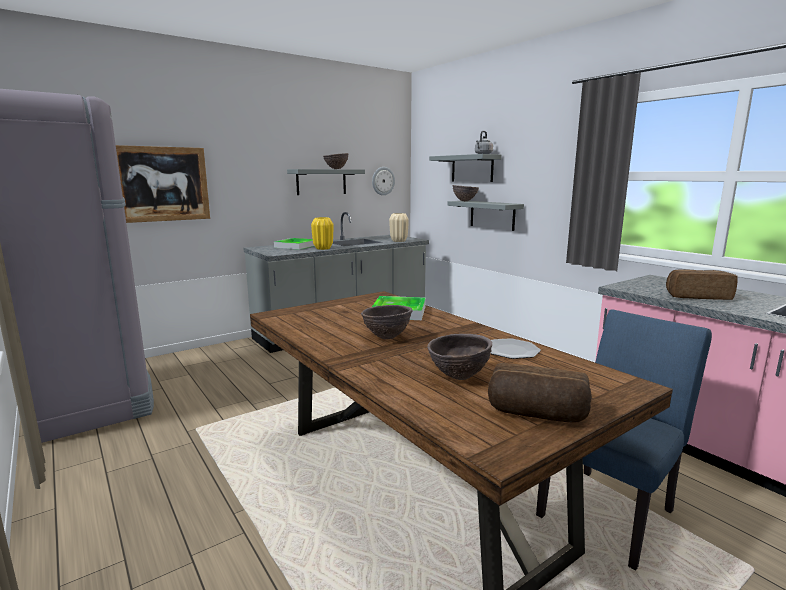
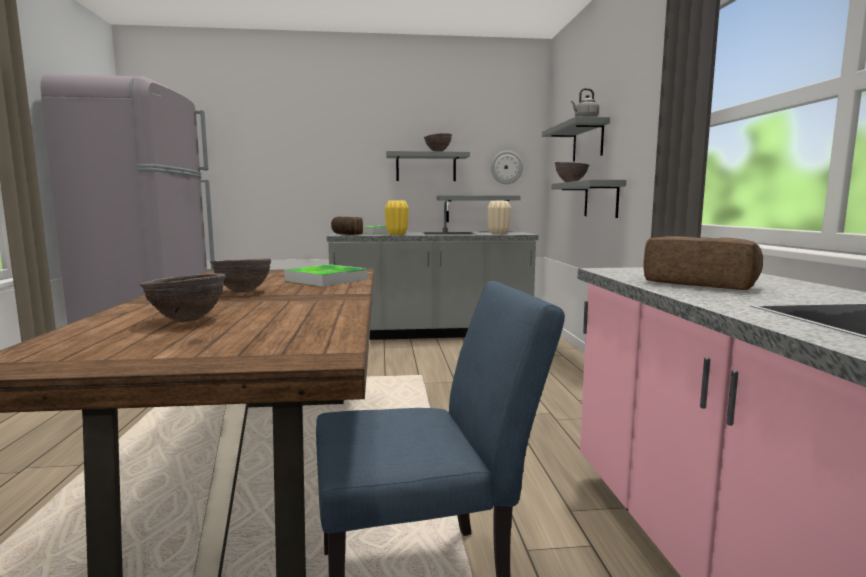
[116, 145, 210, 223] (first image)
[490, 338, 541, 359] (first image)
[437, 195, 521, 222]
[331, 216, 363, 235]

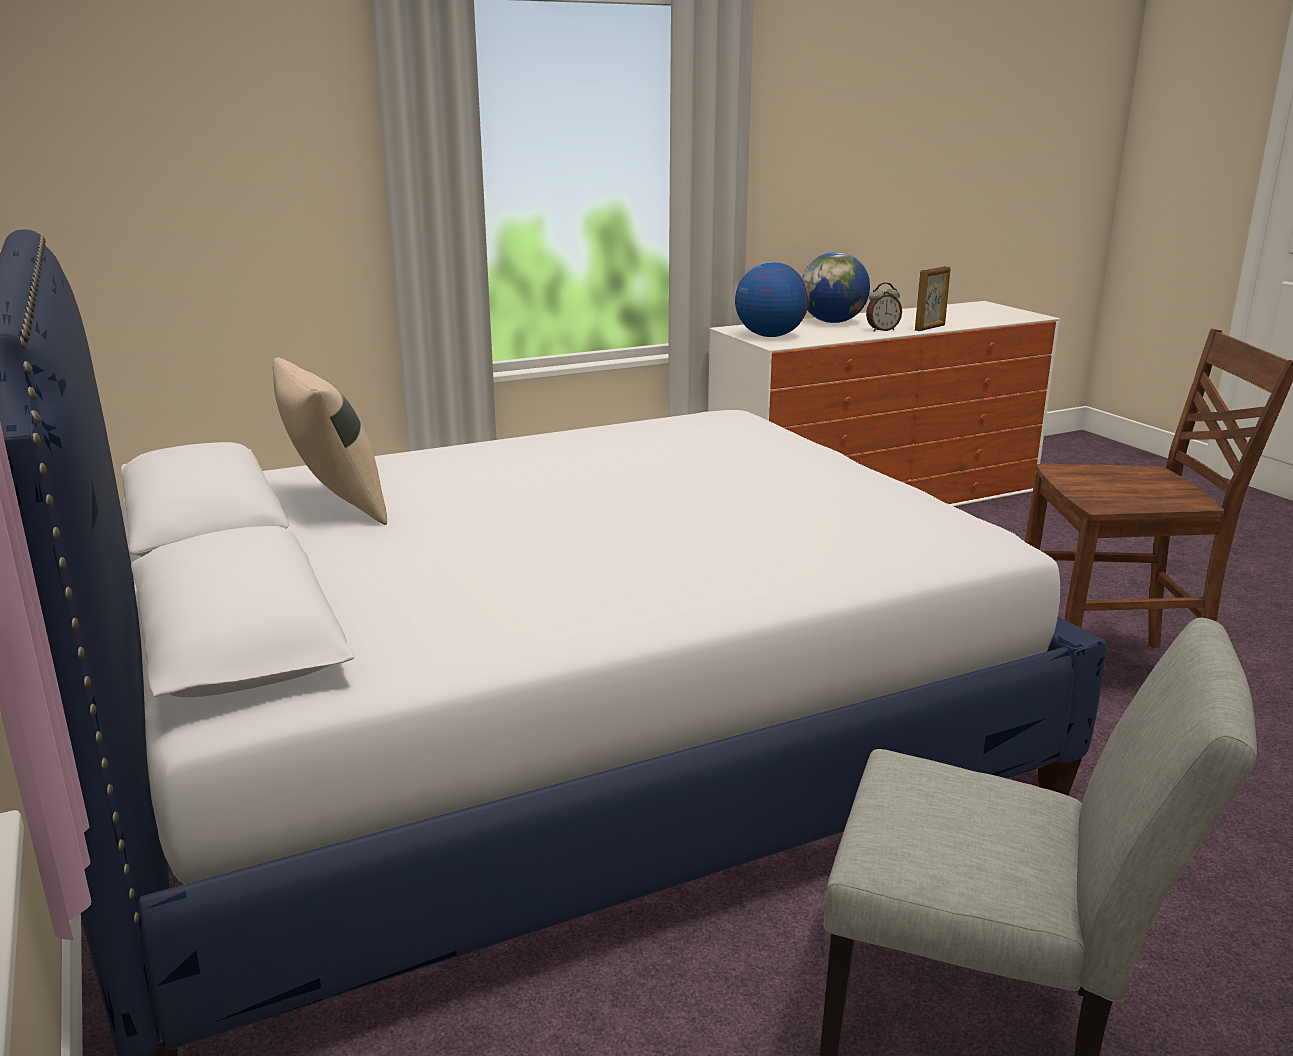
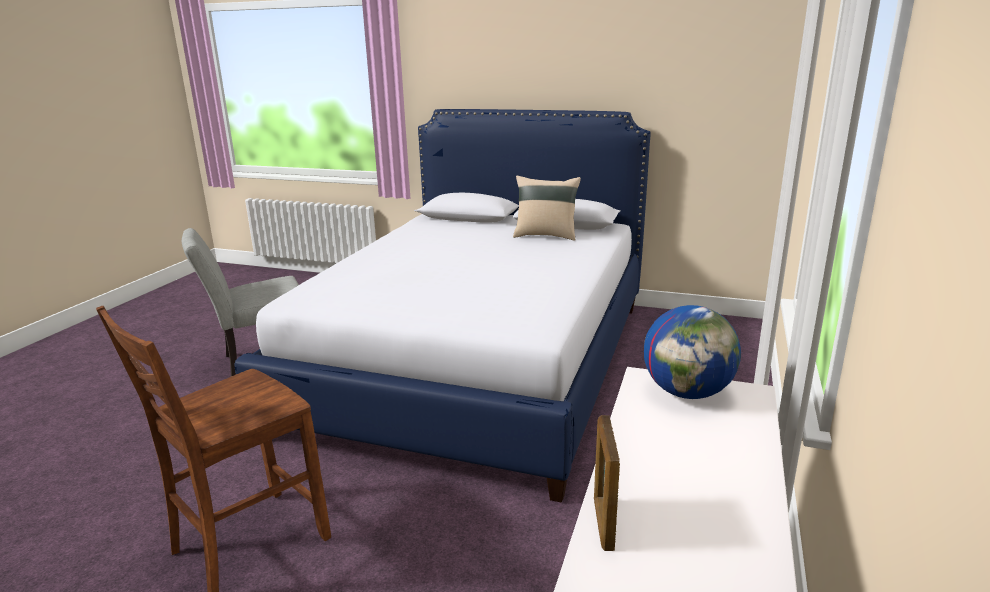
[802, 252, 870, 323] (first image)
[866, 282, 902, 332] (first image)

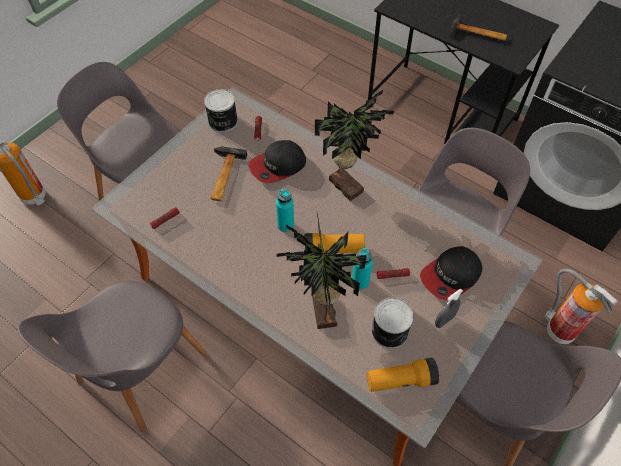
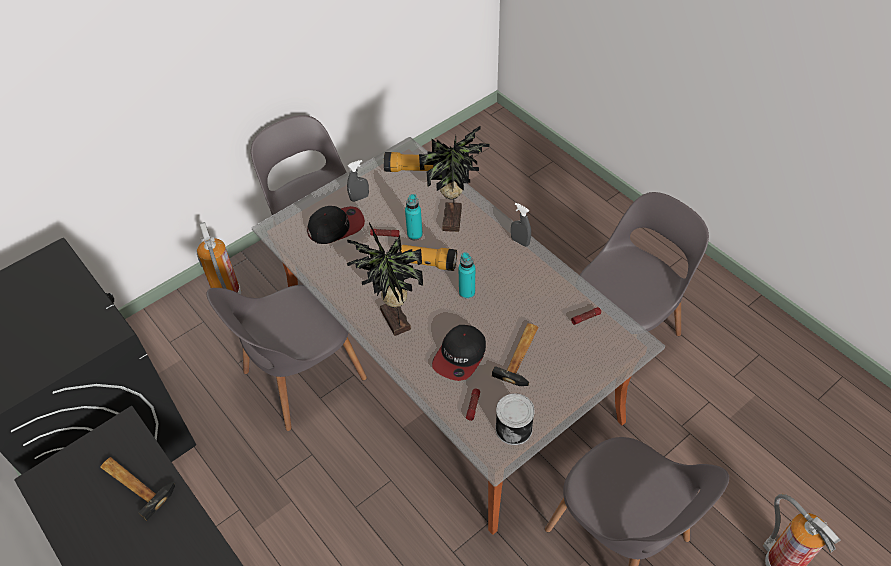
[371, 297, 414, 348] (first image)
[511, 203, 531, 247]
[432, 325, 486, 381]

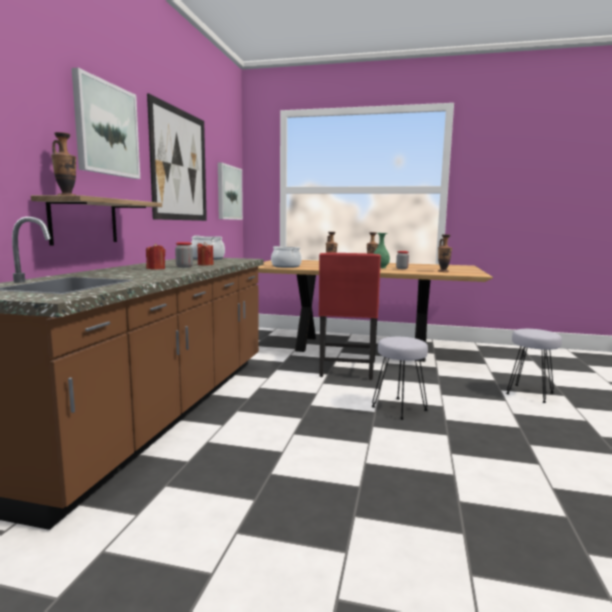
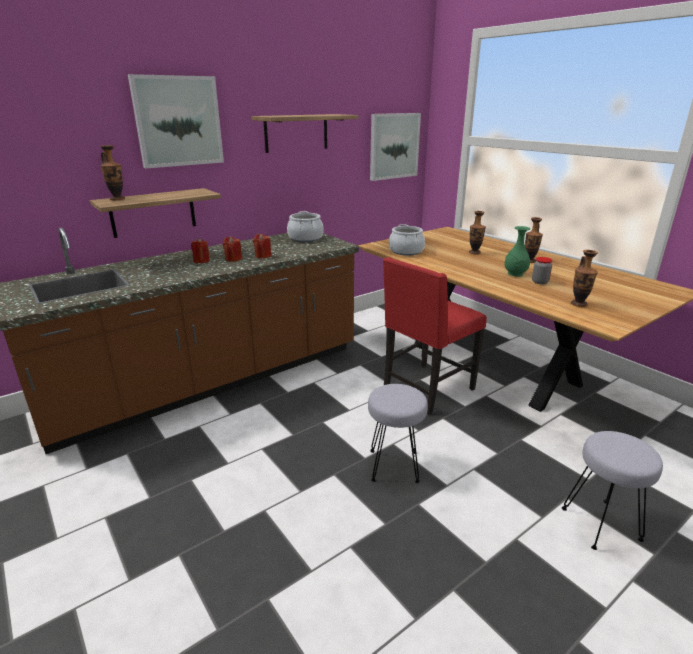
[251, 114, 358, 153]
[223, 236, 242, 262]

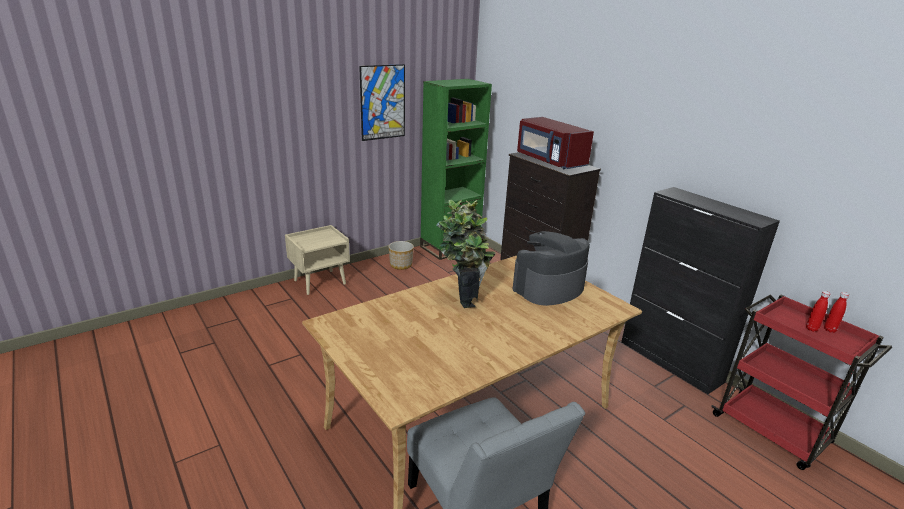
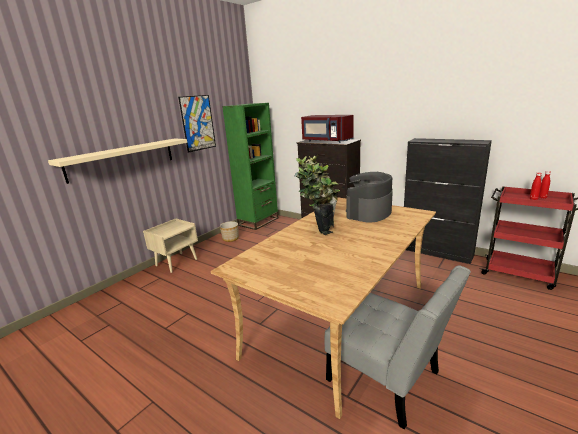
[48, 138, 187, 184]

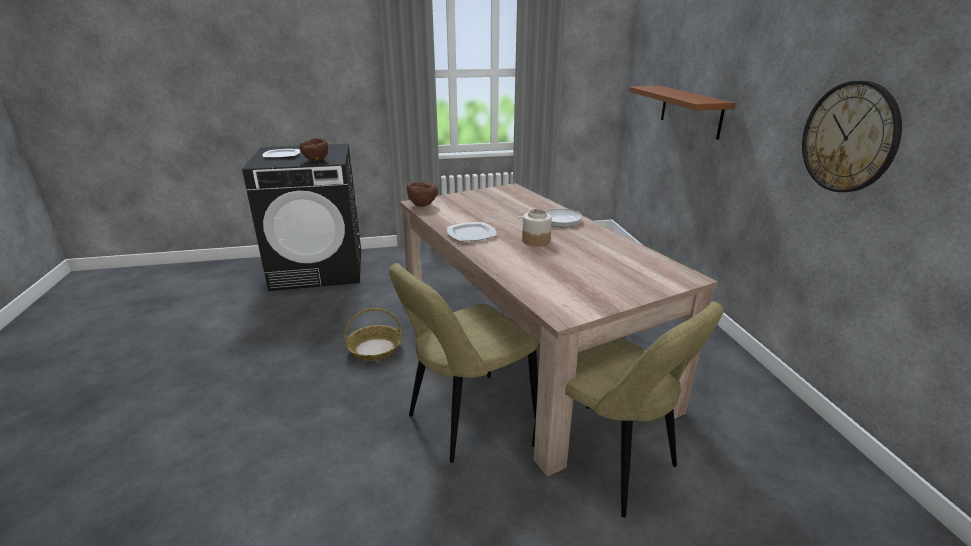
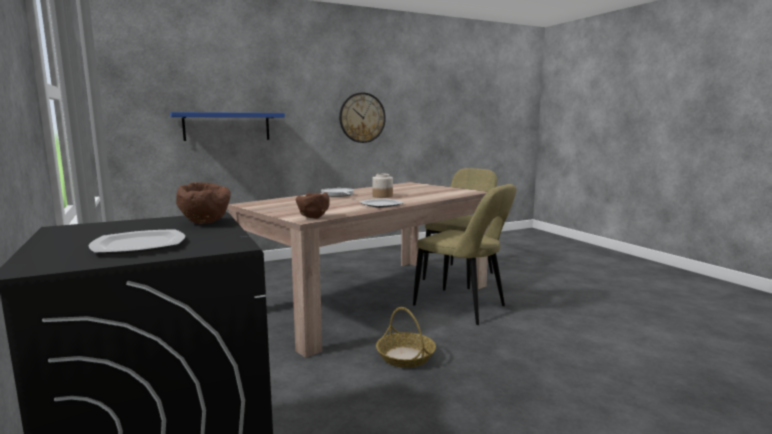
[170, 112, 285, 141]

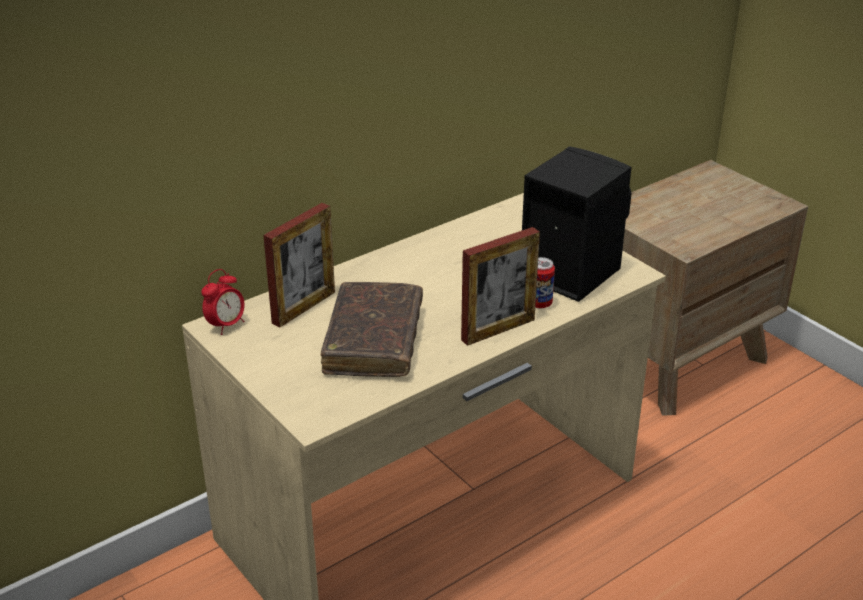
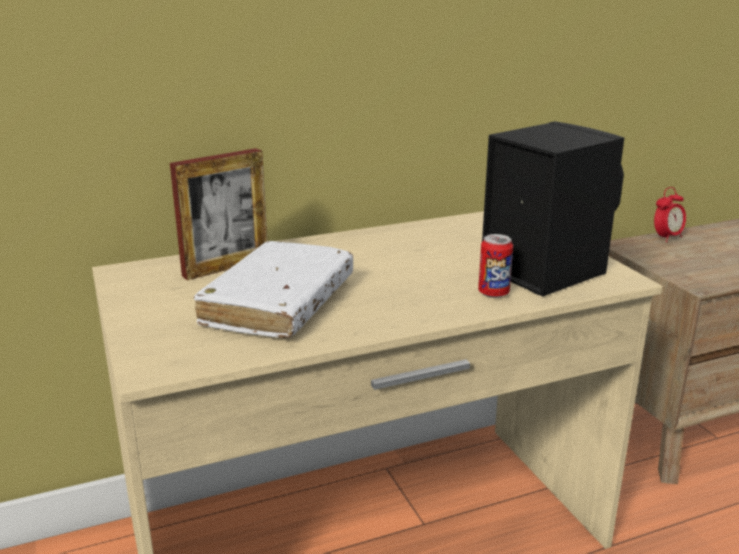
[461, 227, 540, 346] (first image)
[654, 187, 686, 242]
[193, 241, 353, 338]

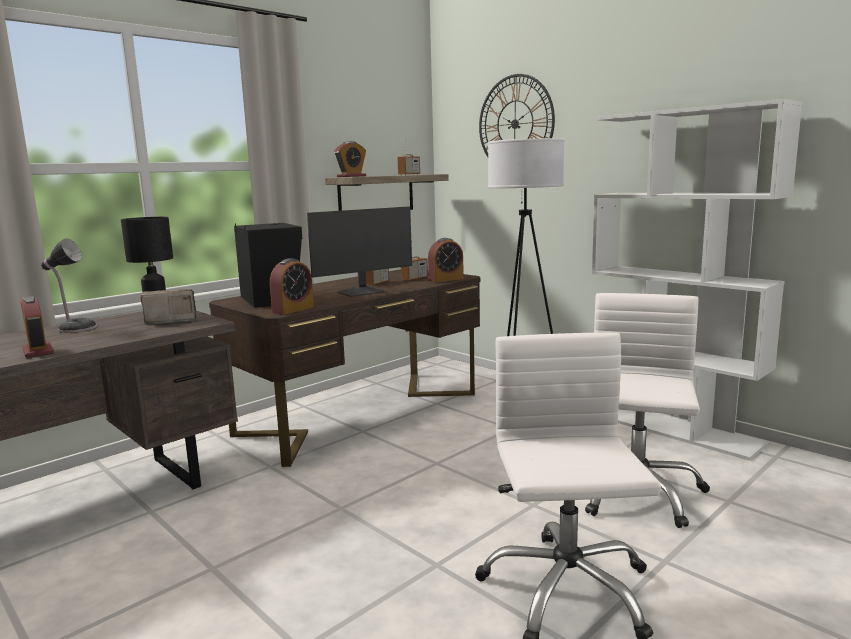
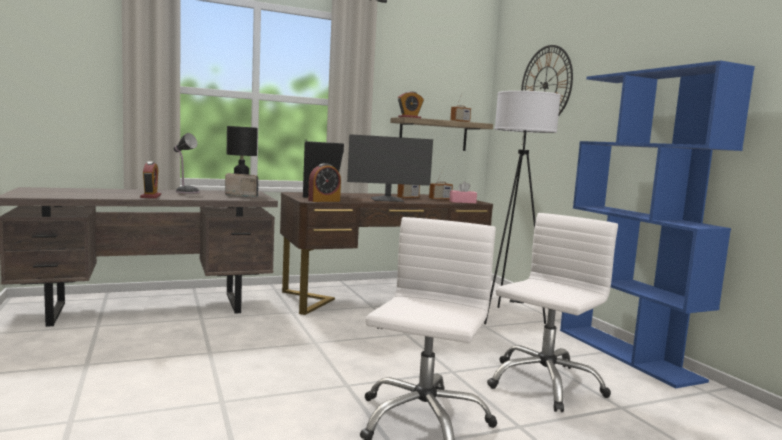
[449, 181, 477, 203]
[560, 60, 755, 388]

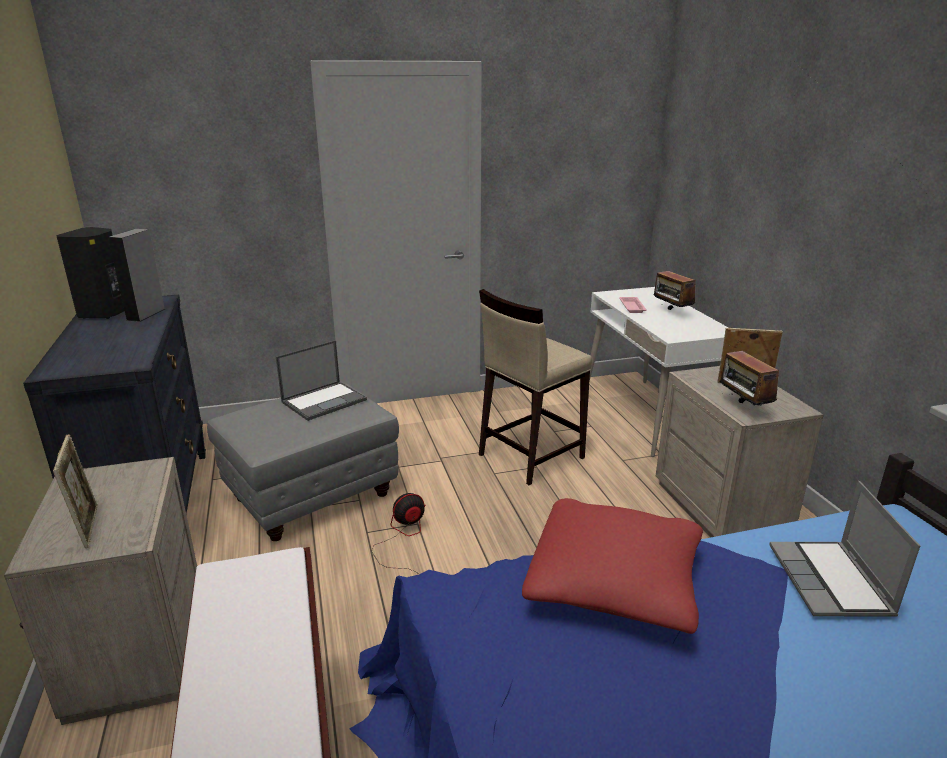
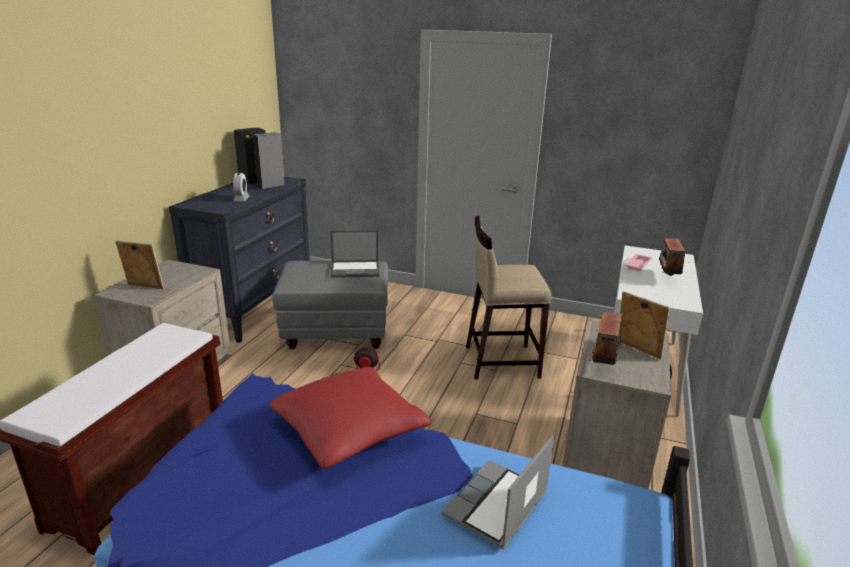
[233, 172, 249, 201]
[115, 241, 164, 289]

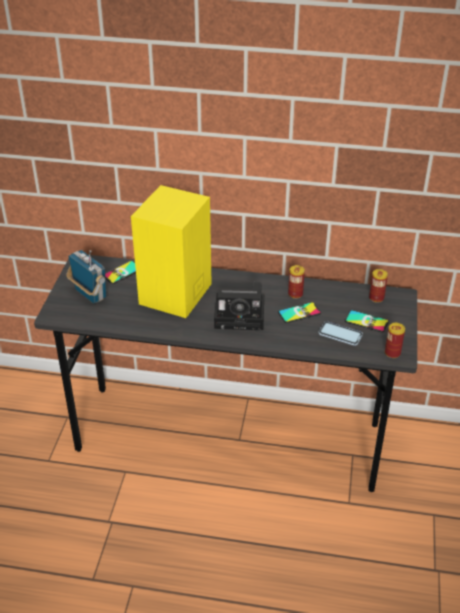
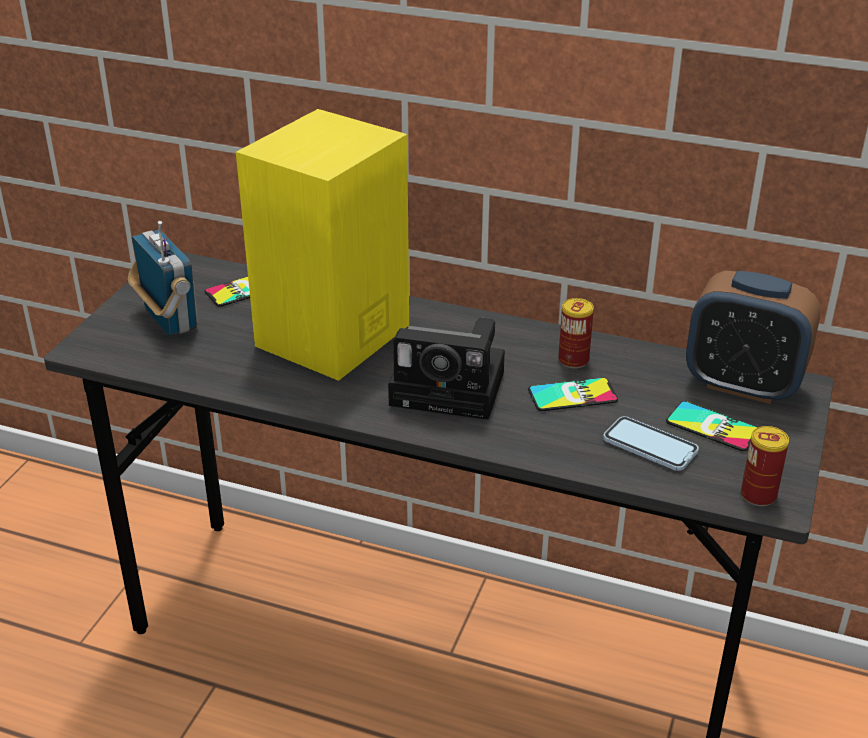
[686, 271, 821, 404]

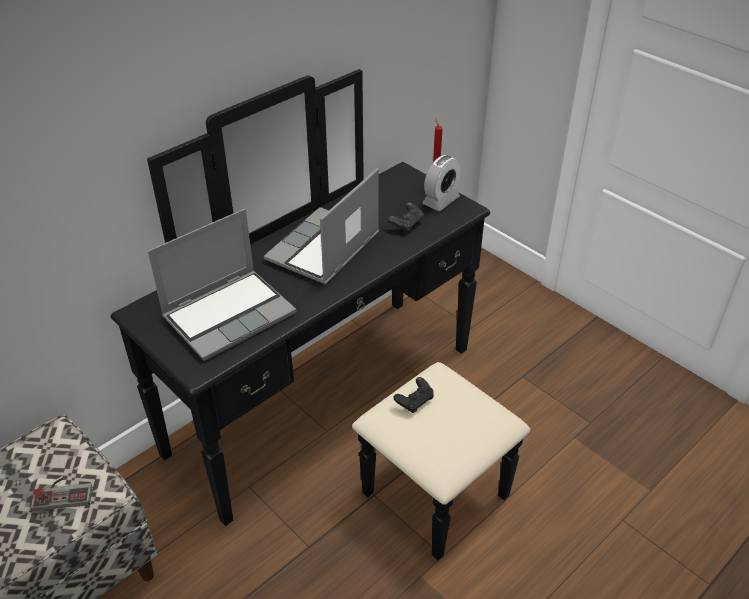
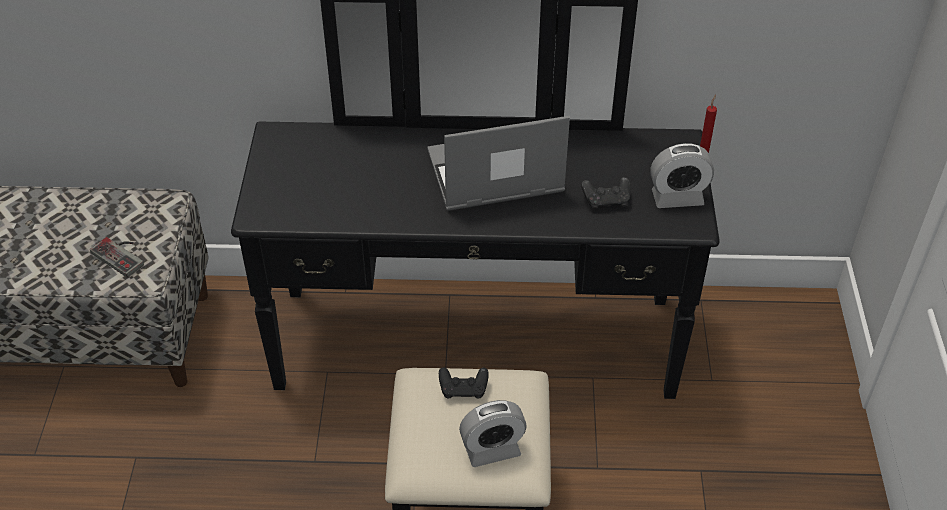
[148, 209, 297, 361] (first image)
[459, 400, 527, 467]

